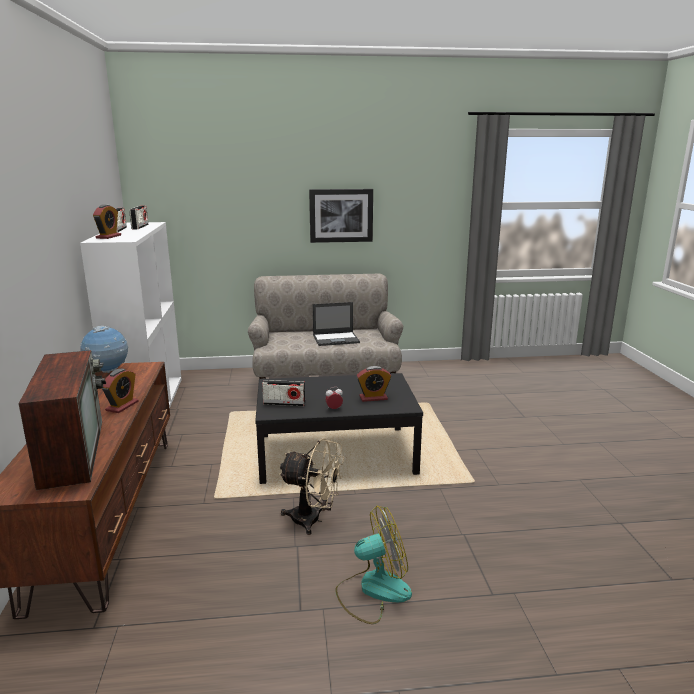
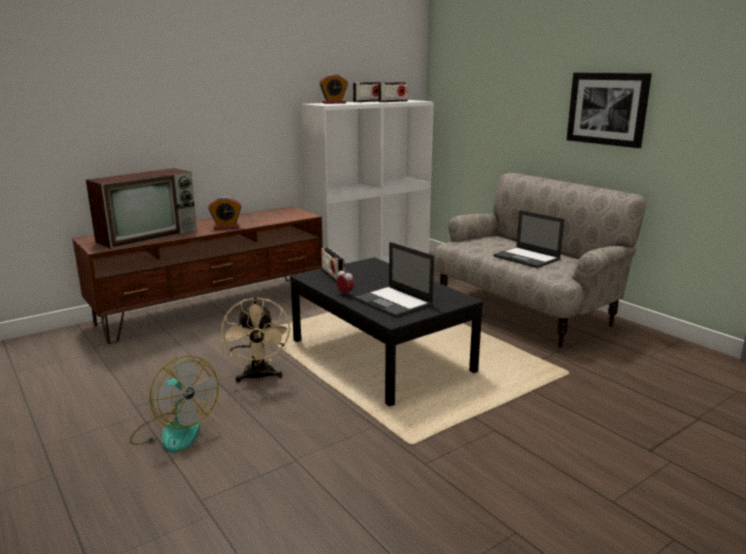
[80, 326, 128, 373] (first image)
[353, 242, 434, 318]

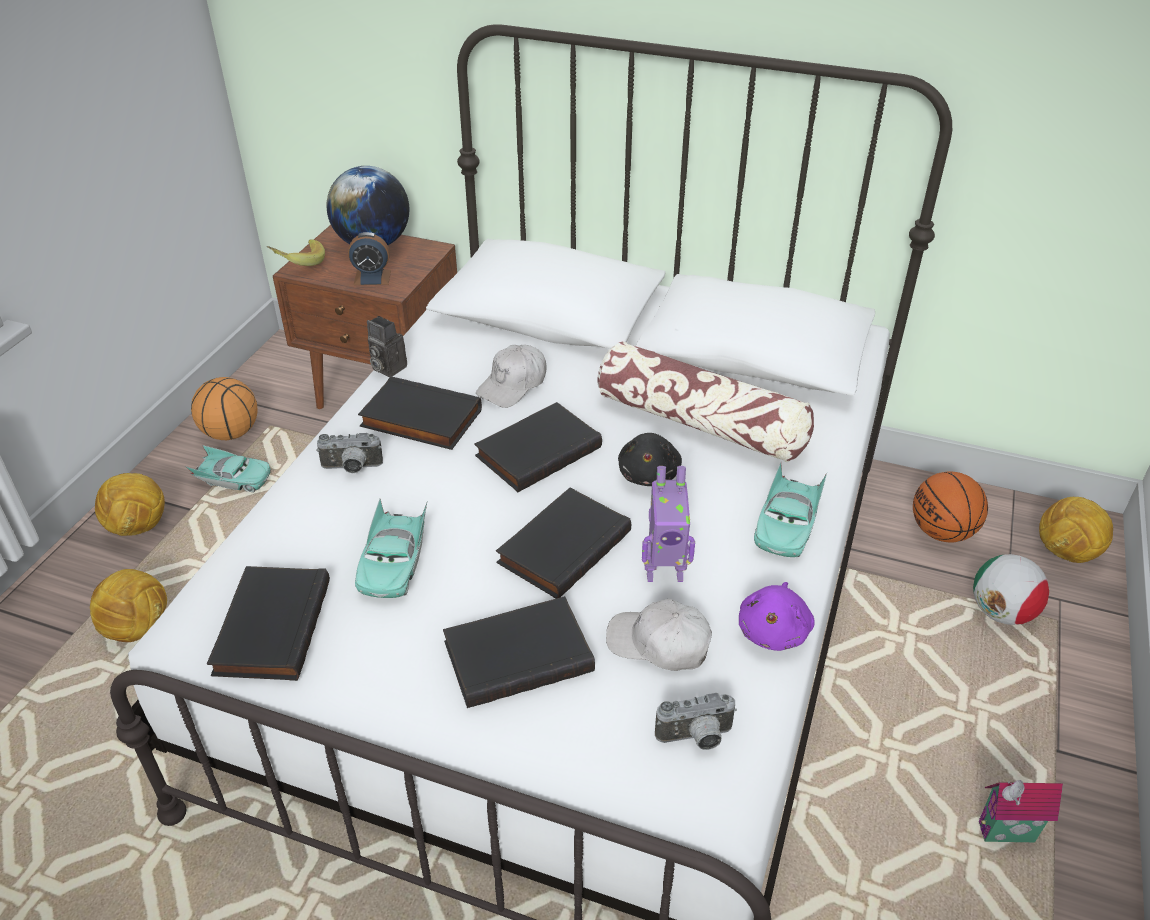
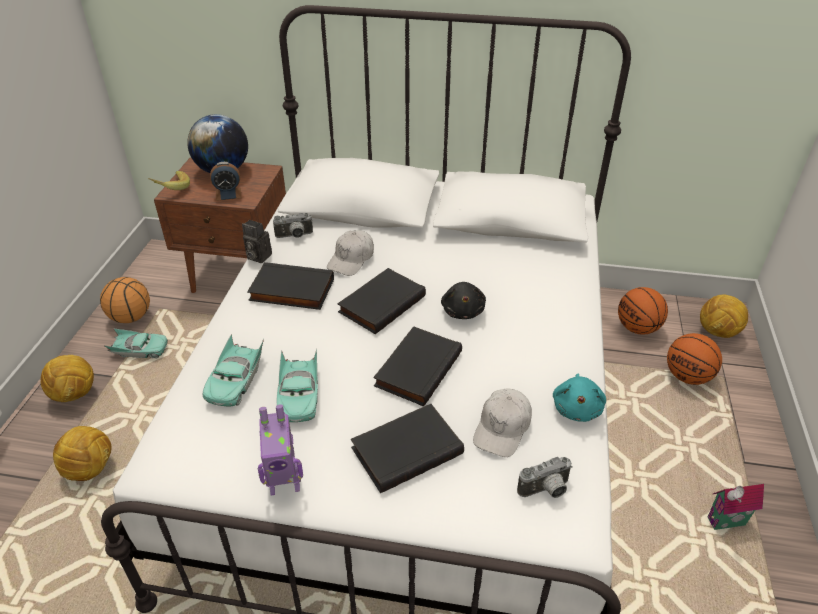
[207, 566, 330, 681] (first image)
[597, 341, 814, 462] (first image)
[273, 213, 313, 238]
[258, 405, 303, 495]
[203, 334, 264, 406]
[667, 333, 722, 385]
[553, 374, 606, 422]
[473, 388, 532, 457]

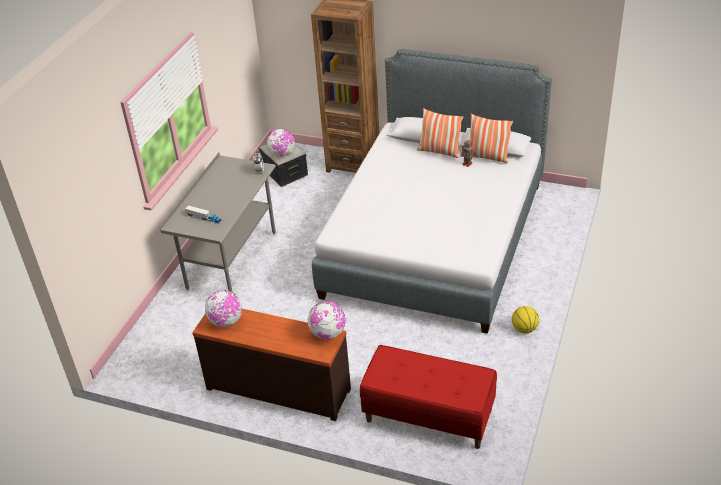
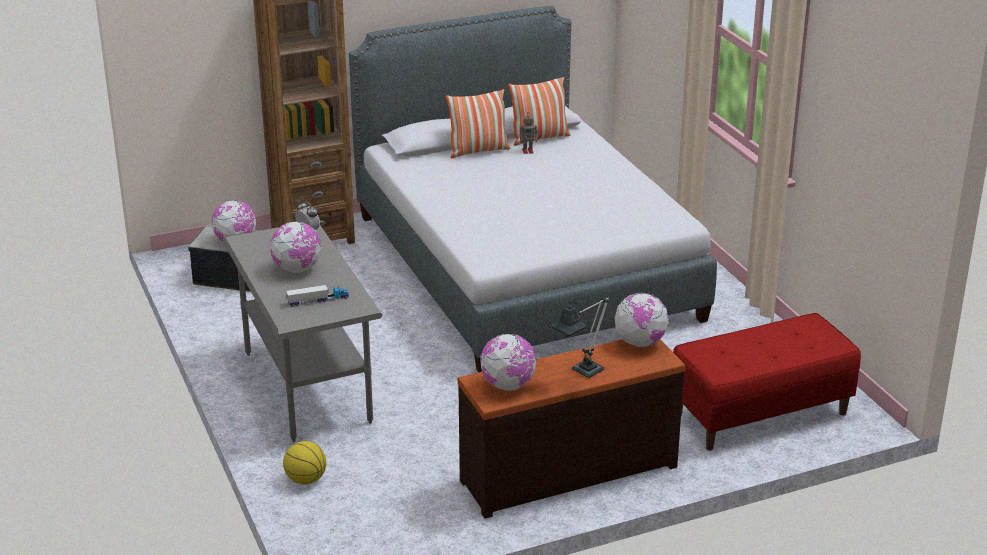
[270, 221, 322, 273]
[552, 296, 610, 378]
[283, 441, 326, 484]

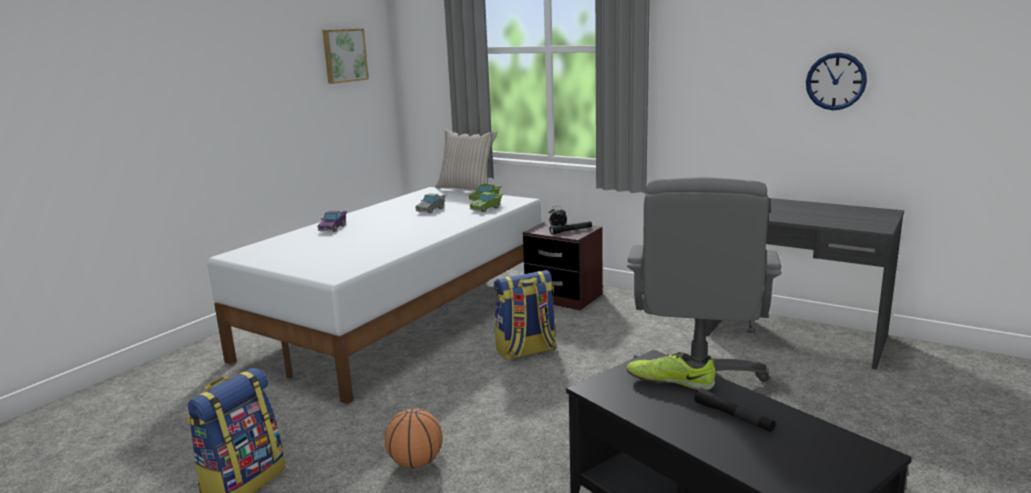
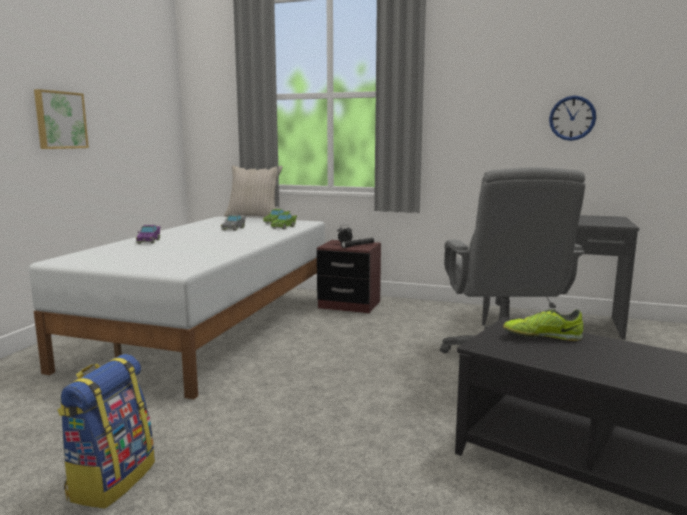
[385, 408, 443, 468] (first image)
[494, 270, 556, 360] (first image)
[695, 388, 776, 432] (first image)
[34, 89, 89, 149]

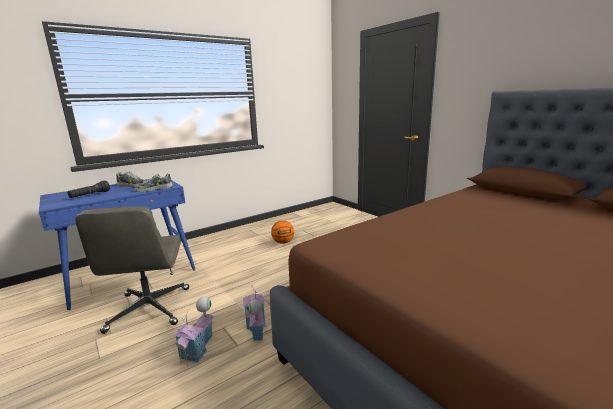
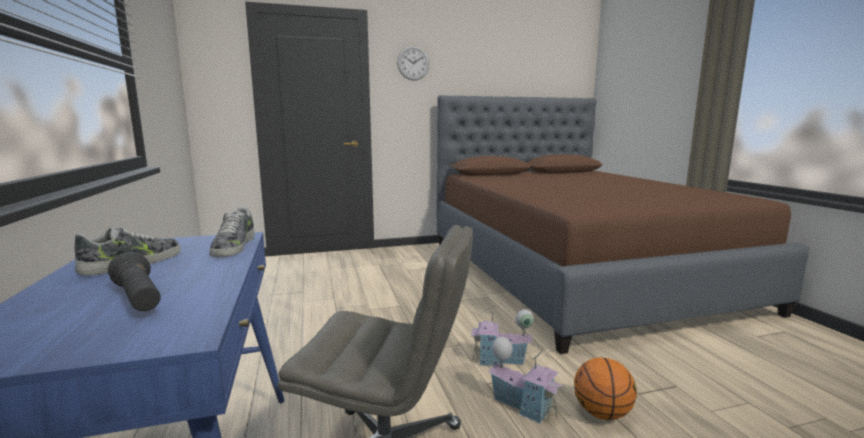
[397, 46, 429, 81]
[574, 357, 637, 420]

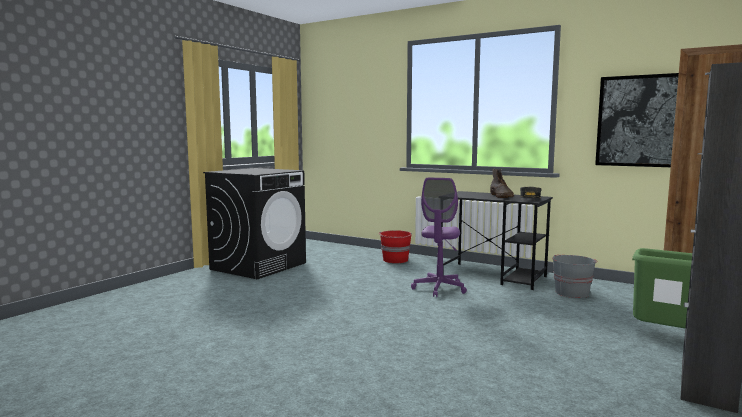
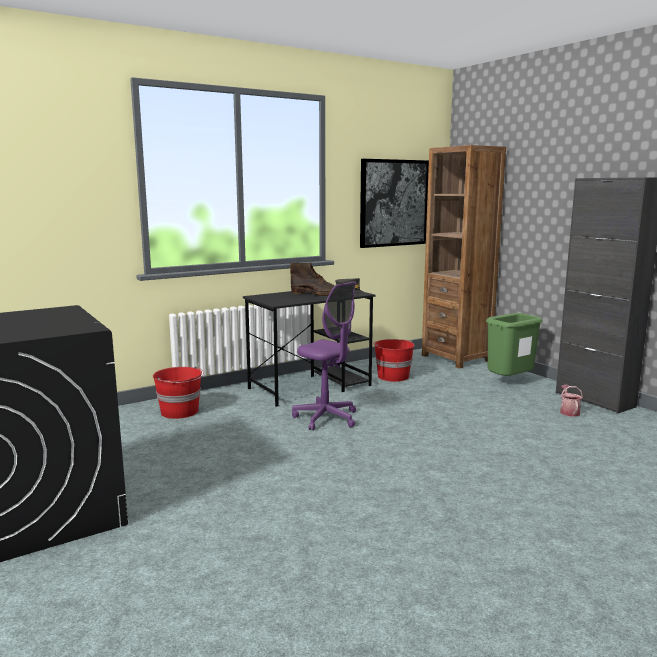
[560, 385, 583, 417]
[373, 339, 414, 382]

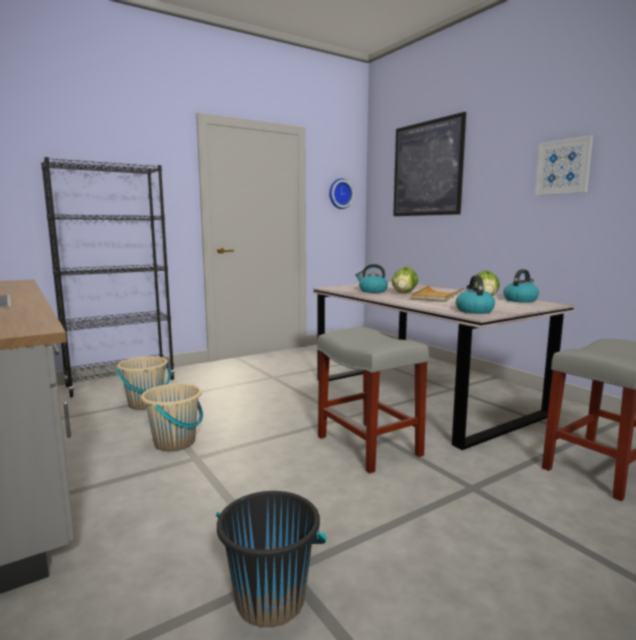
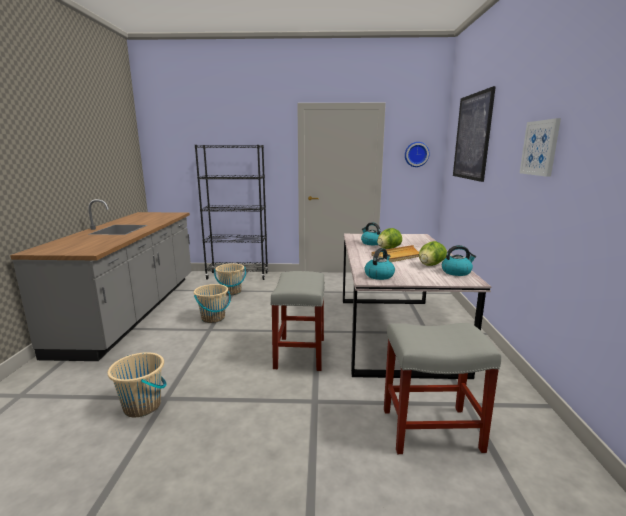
[107, 352, 167, 417]

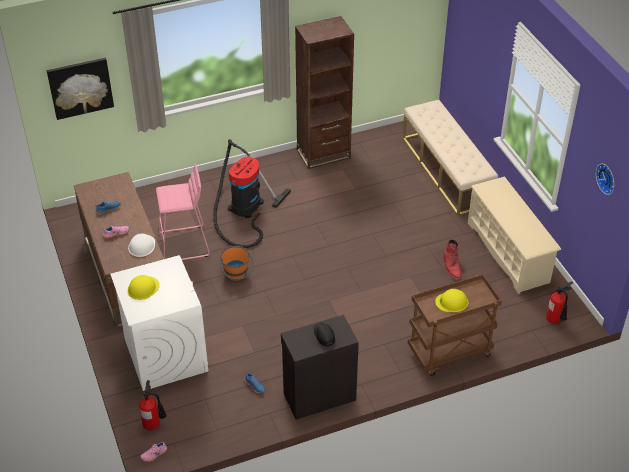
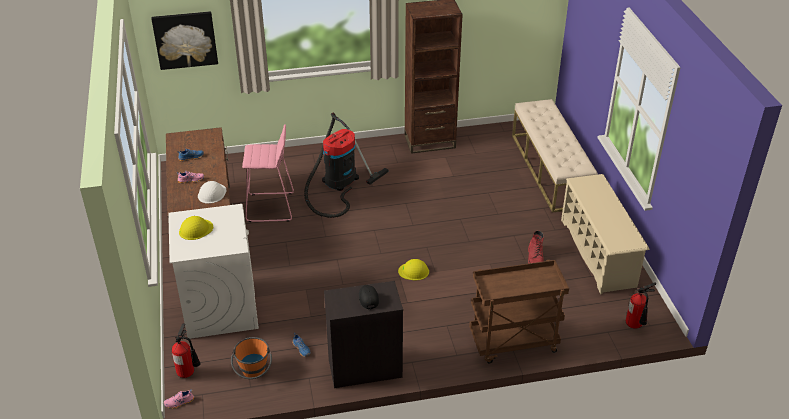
[596, 164, 614, 195] (first image)
[231, 337, 272, 379]
[398, 259, 429, 280]

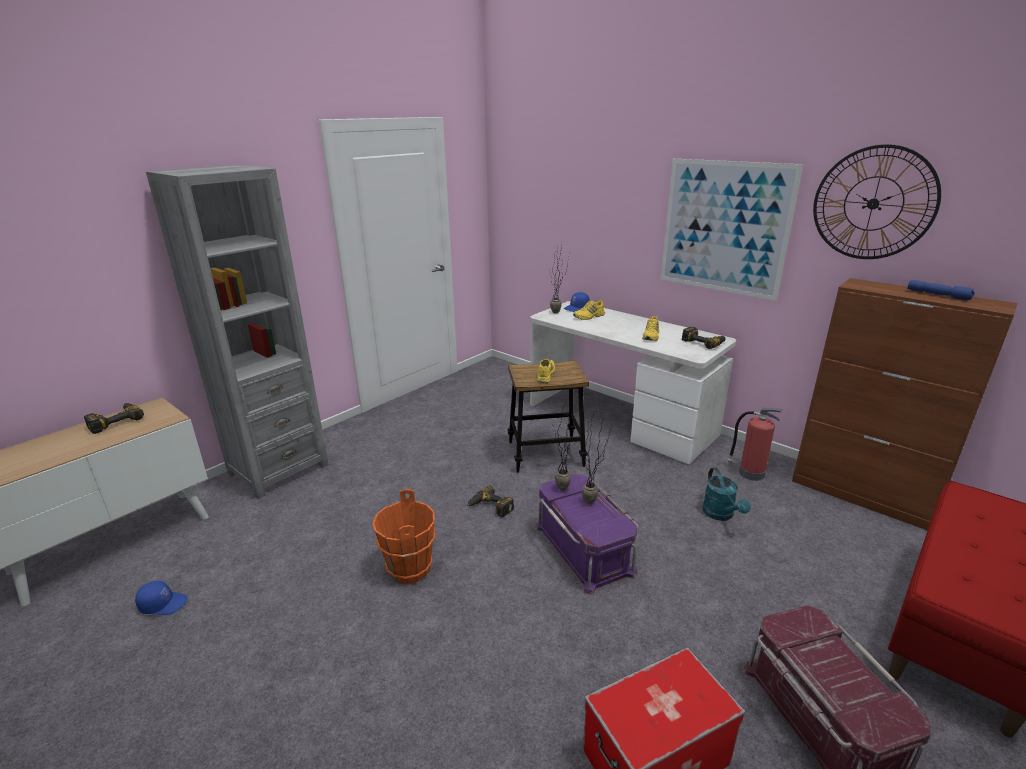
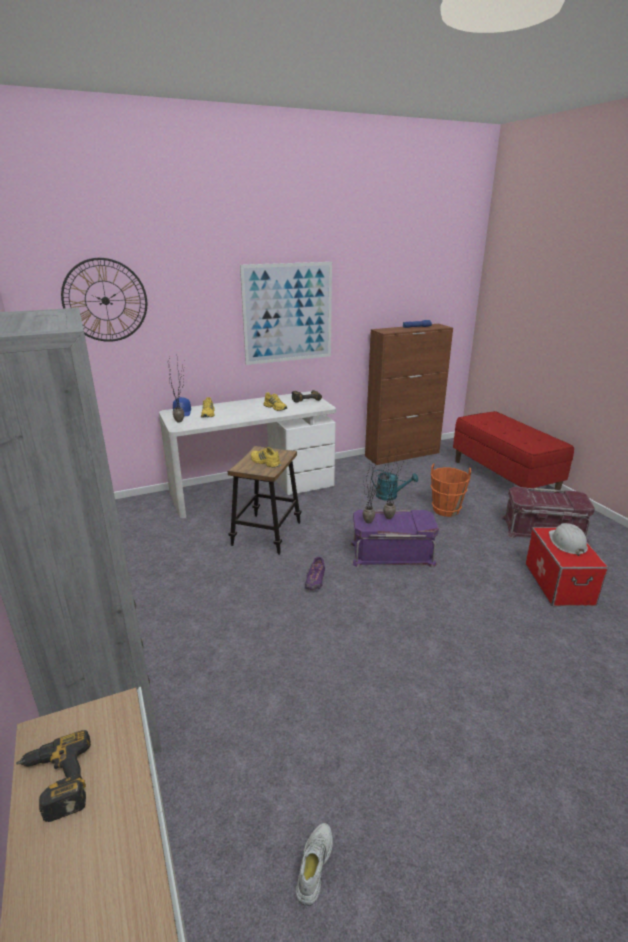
[727, 408, 782, 481] (first image)
[549, 523, 588, 556]
[430, 463, 471, 517]
[61, 258, 147, 342]
[296, 823, 333, 906]
[305, 557, 325, 590]

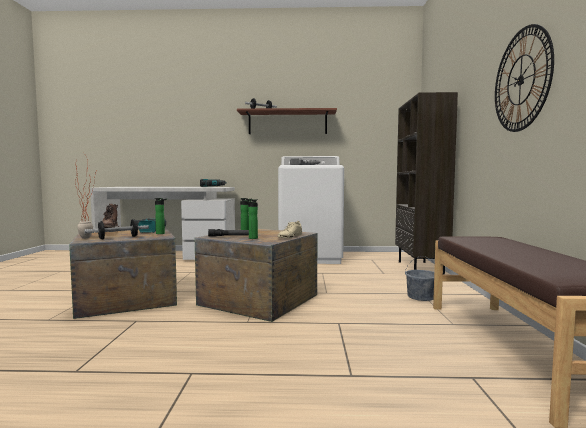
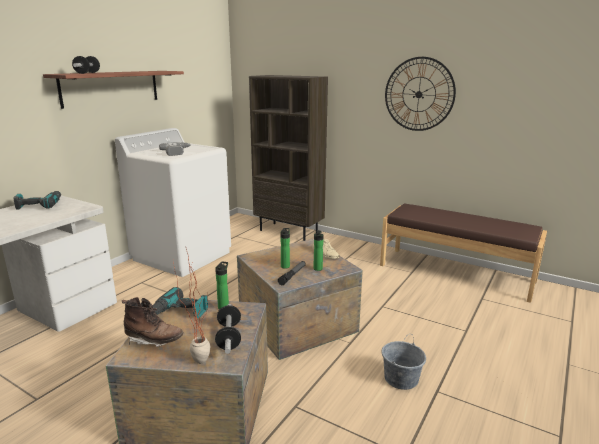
[382, 336, 426, 390]

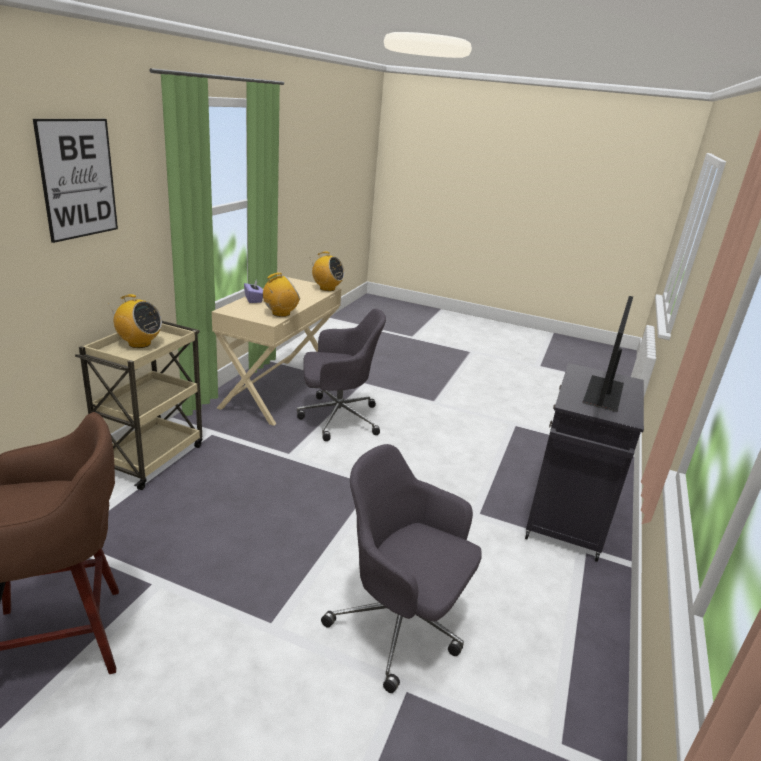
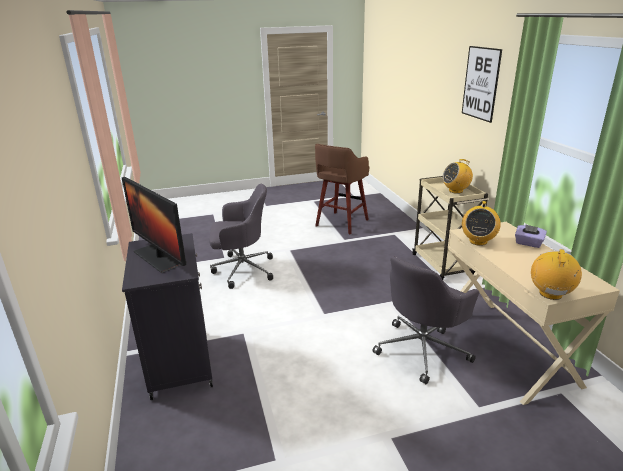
[531, 249, 582, 300]
[122, 177, 187, 273]

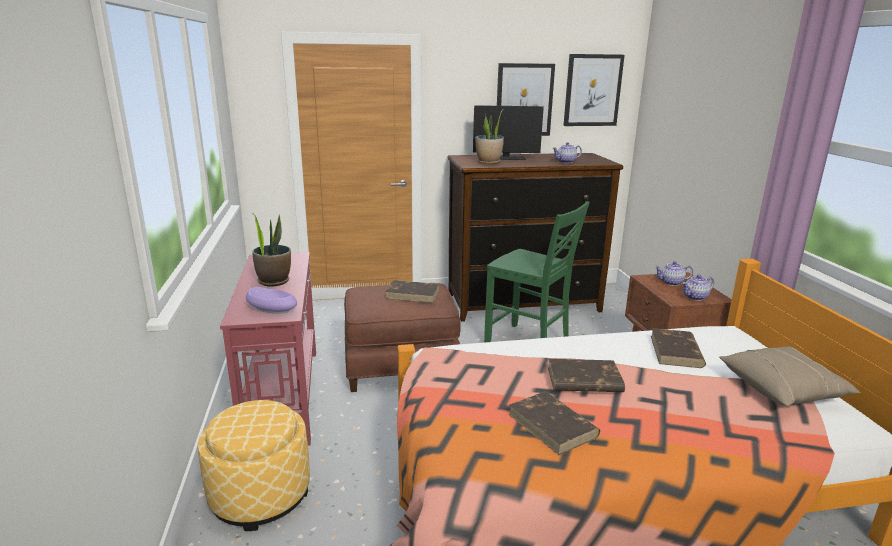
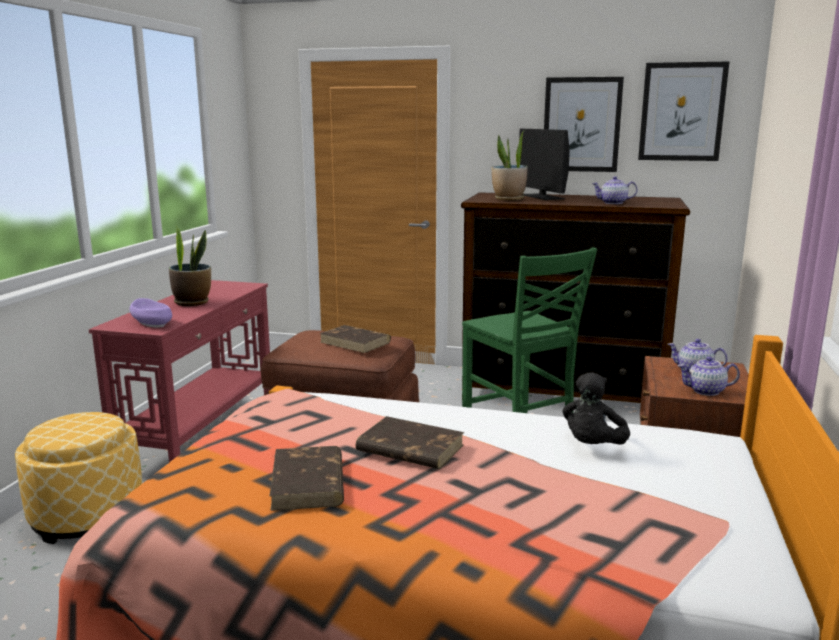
[719, 346, 861, 406] (first image)
[562, 372, 630, 445]
[519, 129, 570, 200]

